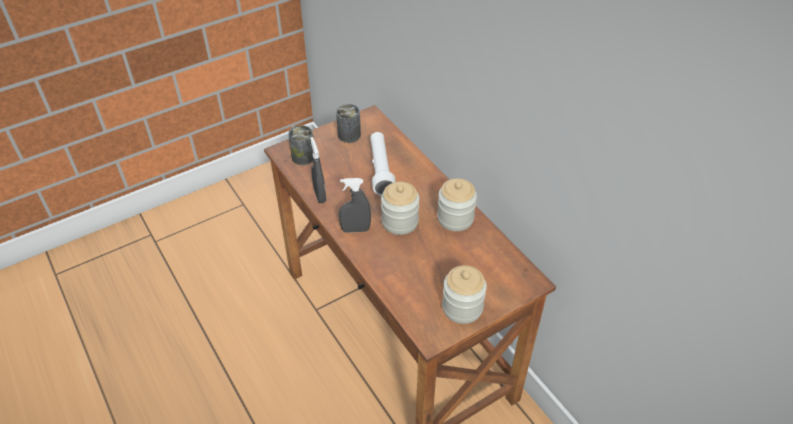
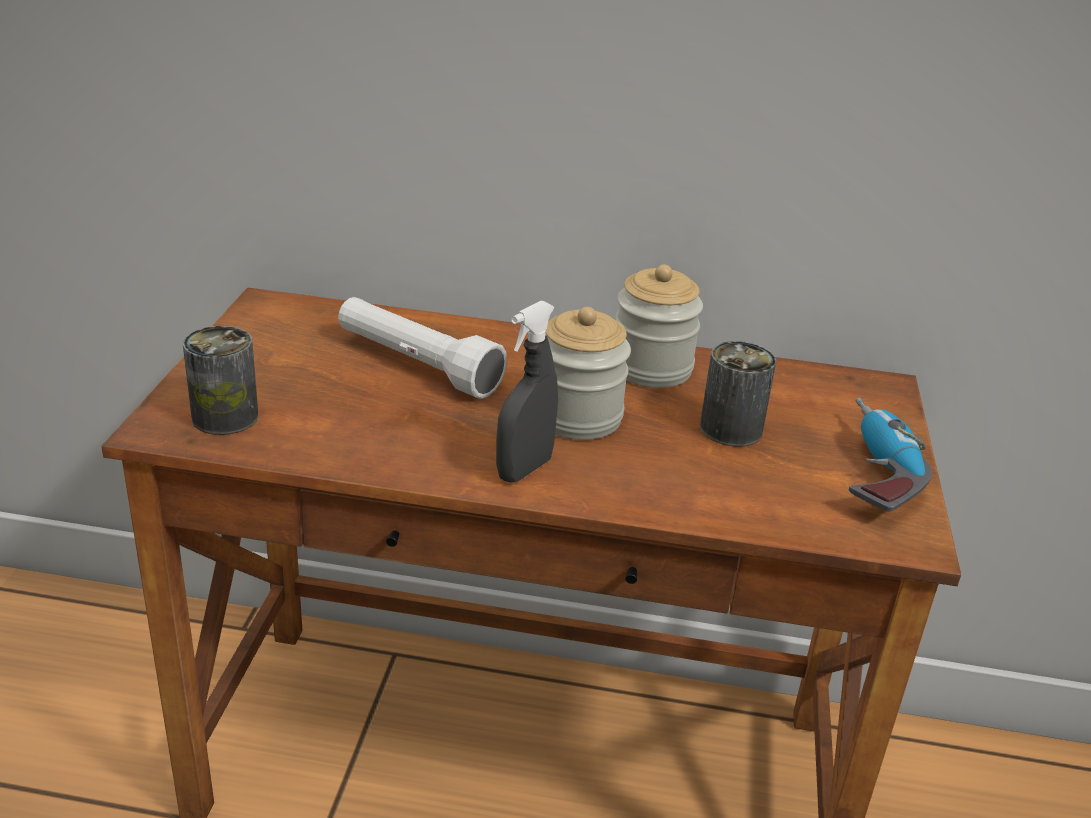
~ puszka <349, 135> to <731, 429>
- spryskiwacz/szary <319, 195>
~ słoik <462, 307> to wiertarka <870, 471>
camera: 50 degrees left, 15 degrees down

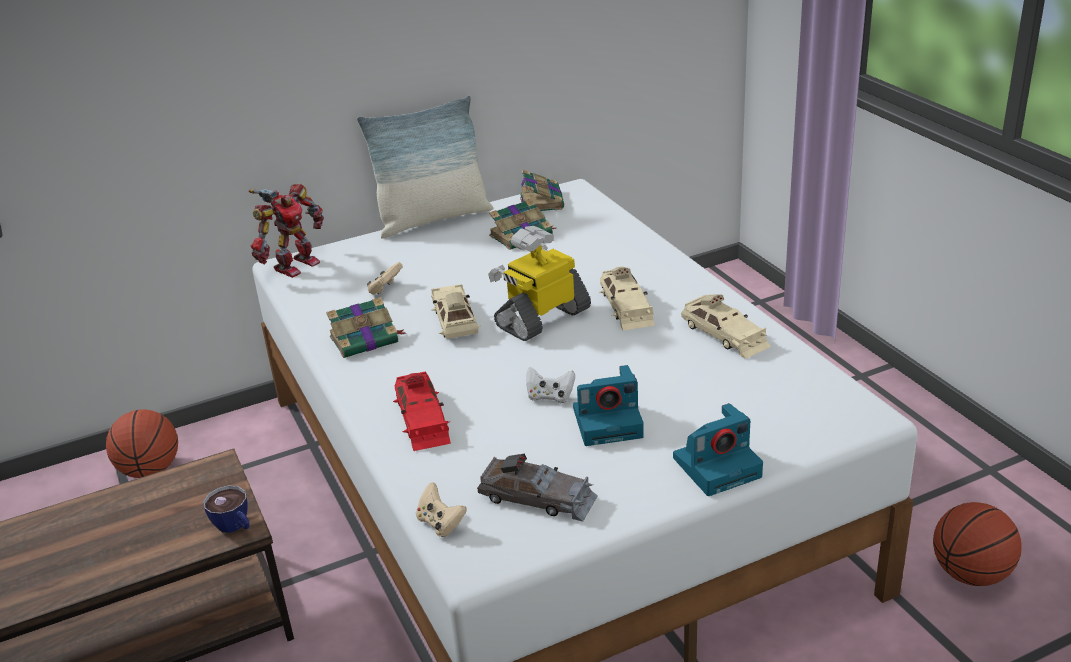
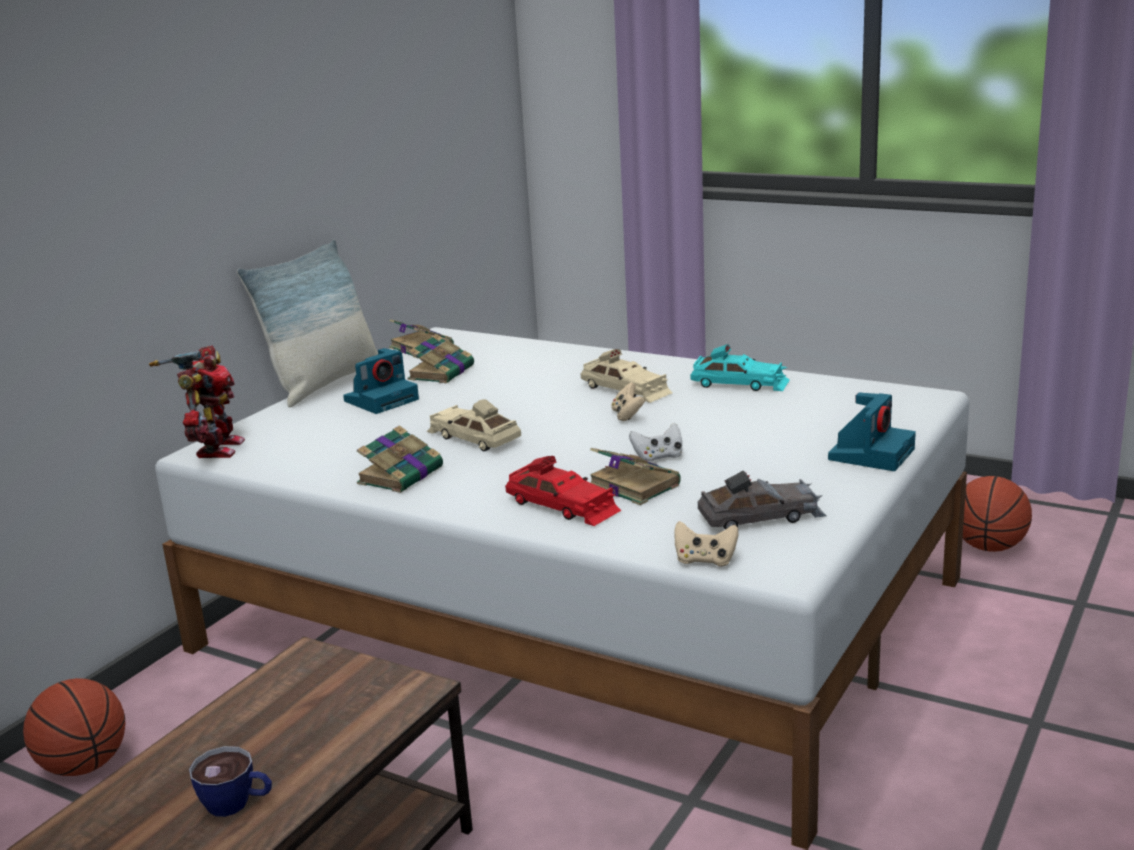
- robot zabawkowy <542, 318>
~ pad do gier/beżowy <385, 289> to <627, 415>
~ samochodzik/beżowy <724, 335> to samochodzik/turkusowy <739, 383>
~ aparat fotograficzny <609, 422> to <382, 399>
~ filiżanka <235, 527> to <237, 804>
+ książka <632, 485>
camera: 35 degrees left, 10 degrees down

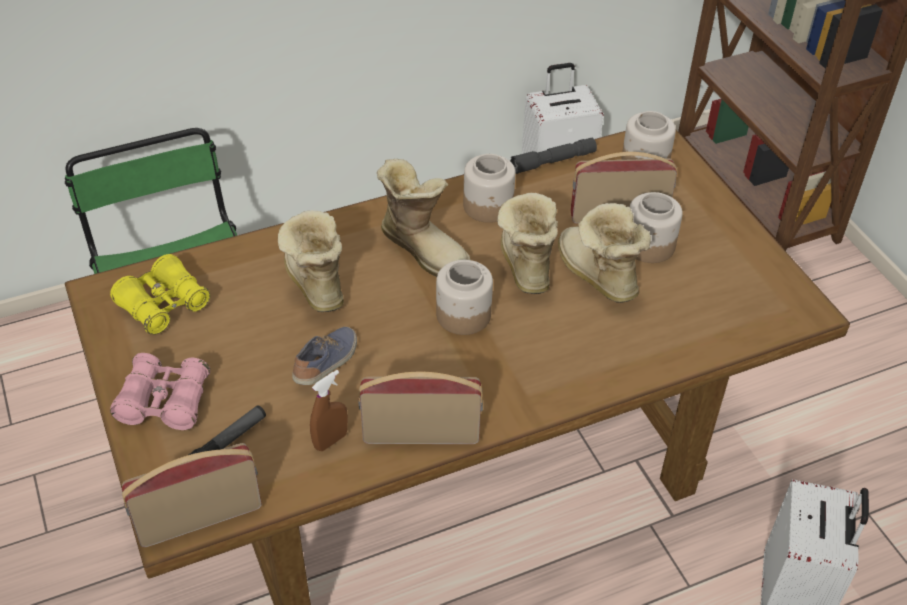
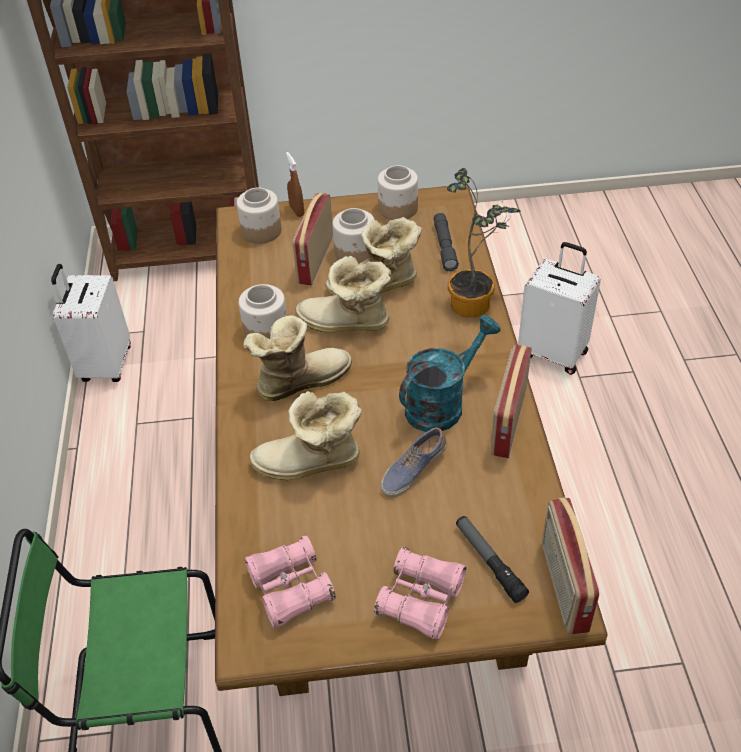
~ latarka/szary <553, 161> to <444, 247>
~ lornetka/żółty <163, 305> to lornetka/różowy <290, 588>
~ słoik <462, 315> to <398, 209>
~ but <327, 363> = <412, 470> 90 degrees counterclockwise
~ spryskiwacz/brązowy <330, 440> to <297, 211>
+ roślina doniczkowa <475, 302>
+ konewka/turkusowy <442, 403>
camera: 70 degrees left, 0 degrees up

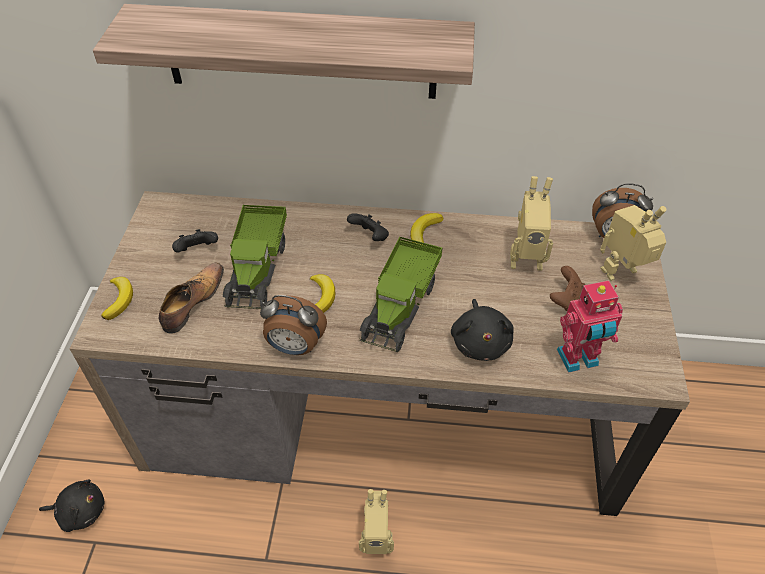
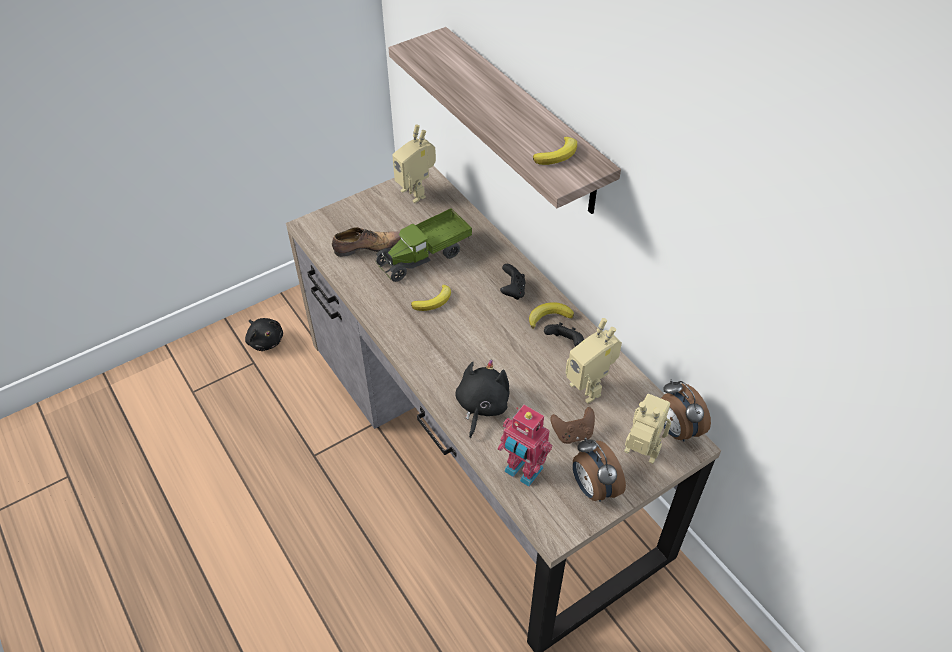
~ pad do gier/czarny <197, 251> to <564, 343>
- ciężarówka zabawkowa <401, 306>
~ banan <119, 299> to <558, 155>
~ budzik <295, 347> to <593, 488>
~ pluszak/czarny <480, 342> = <481, 406> 150 degrees clockwise
~ robot zabawkowy <376, 539> to <416, 192>
camera: 50 degrees right, 0 degrees up

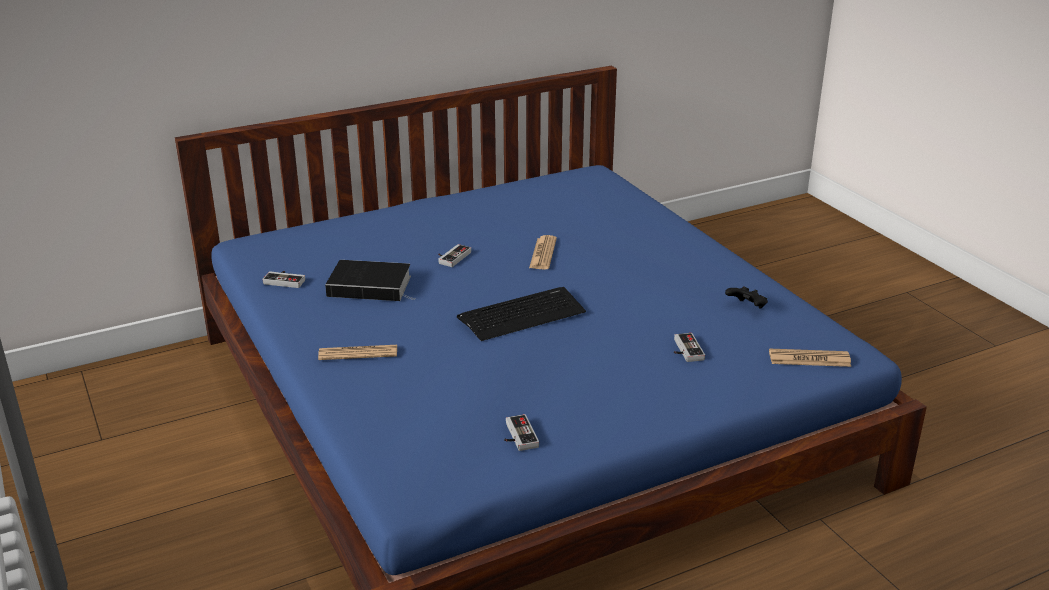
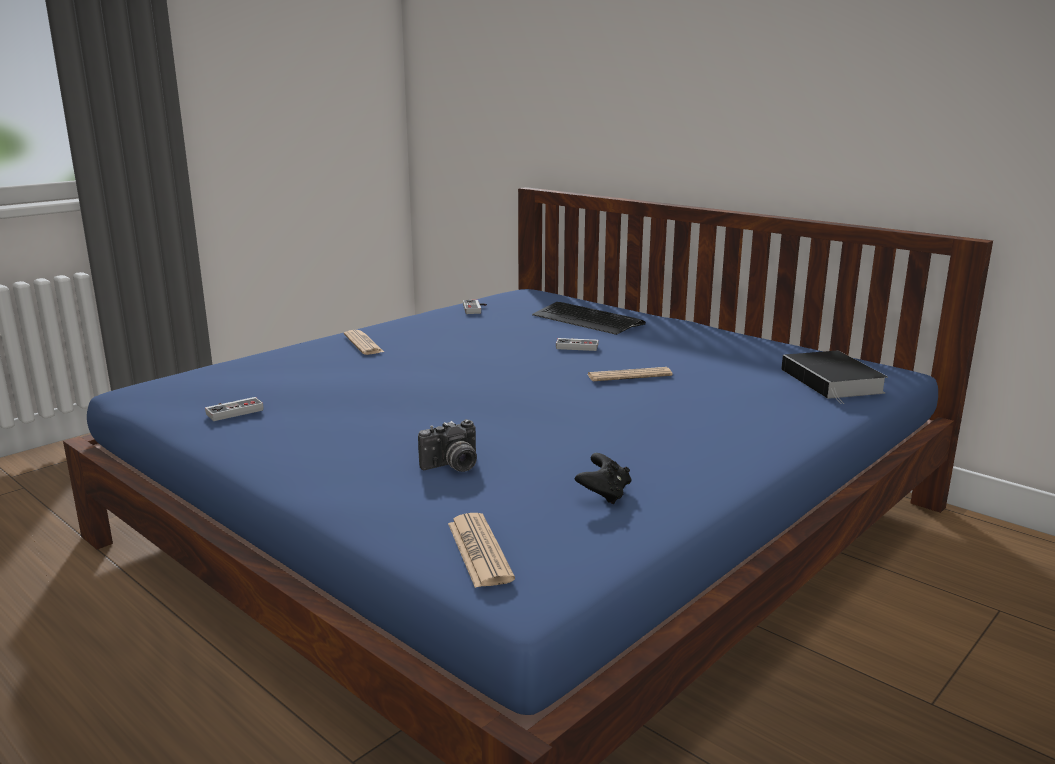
~ książka <372, 286> to <834, 382>
~ klawiatura <522, 315> to <587, 320>
~ pad do gier <684, 350> to aparat fotograficzny <453, 467>
camera: 70 degrees right, 10 degrees down

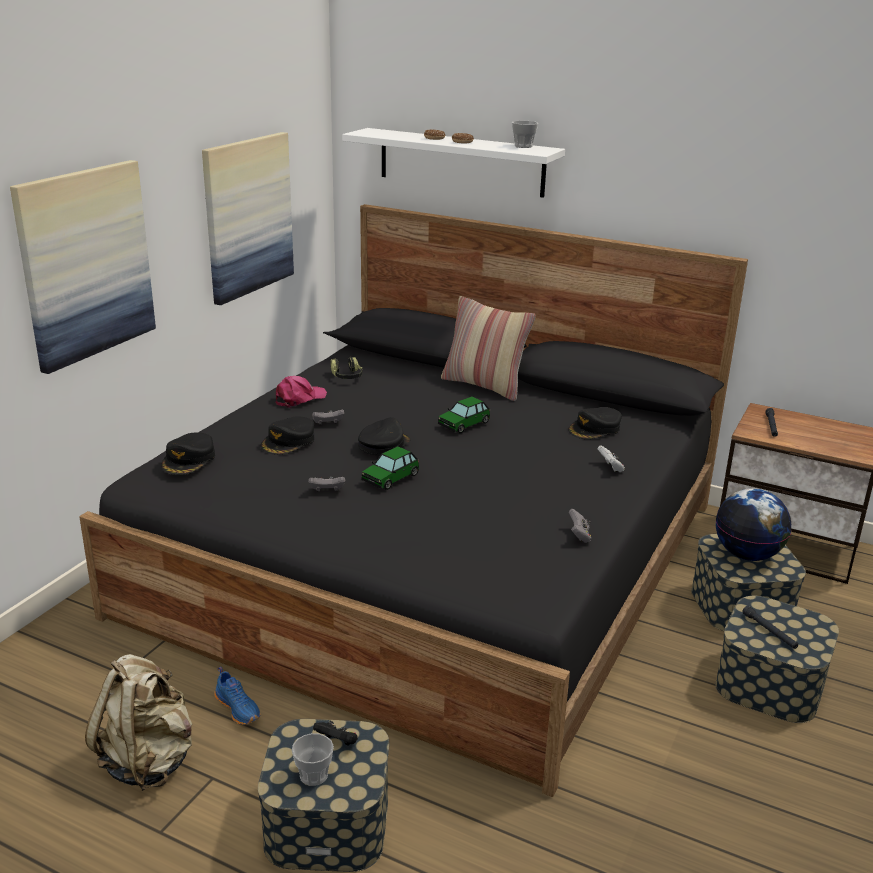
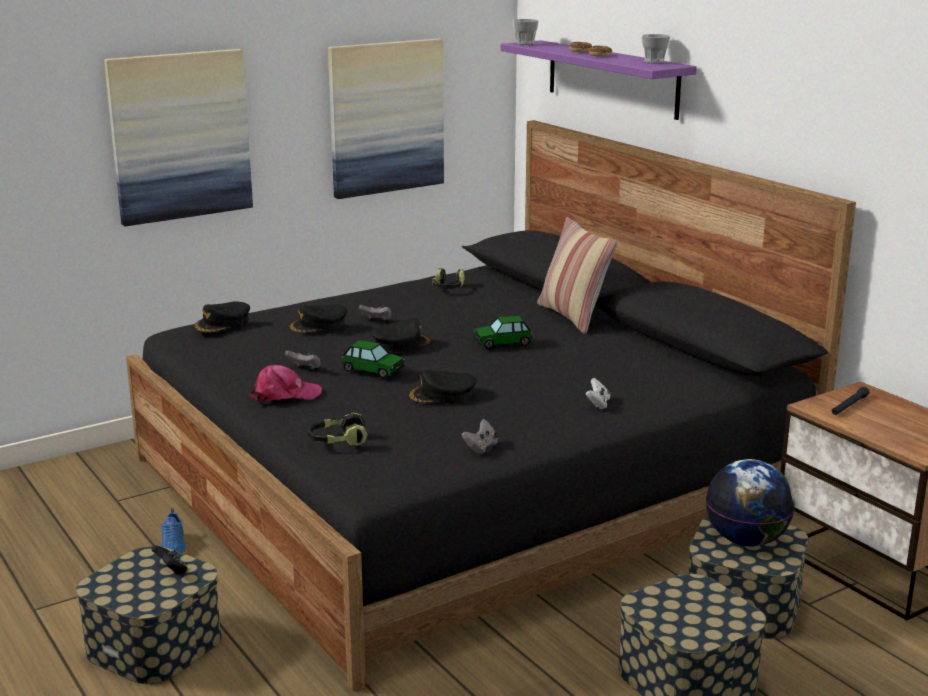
~ półka/biały <461, 162> to półka/fioletowy <612, 78>
~ czapka z daszkiem/różowy <299, 398> to <285, 395>
~ czapka z daszkiem/czarny <595, 429> to <441, 395>
~ samochodzik <390, 478> = <373, 369> 135 degrees counterclockwise
- latarka/czarny <769, 631>
- plecak/beżowy <148, 761>
~ filiżanka <313, 775> to <525, 43>
+ słuchawki <337, 441>
camera: 30 degrees right, 5 degrees down

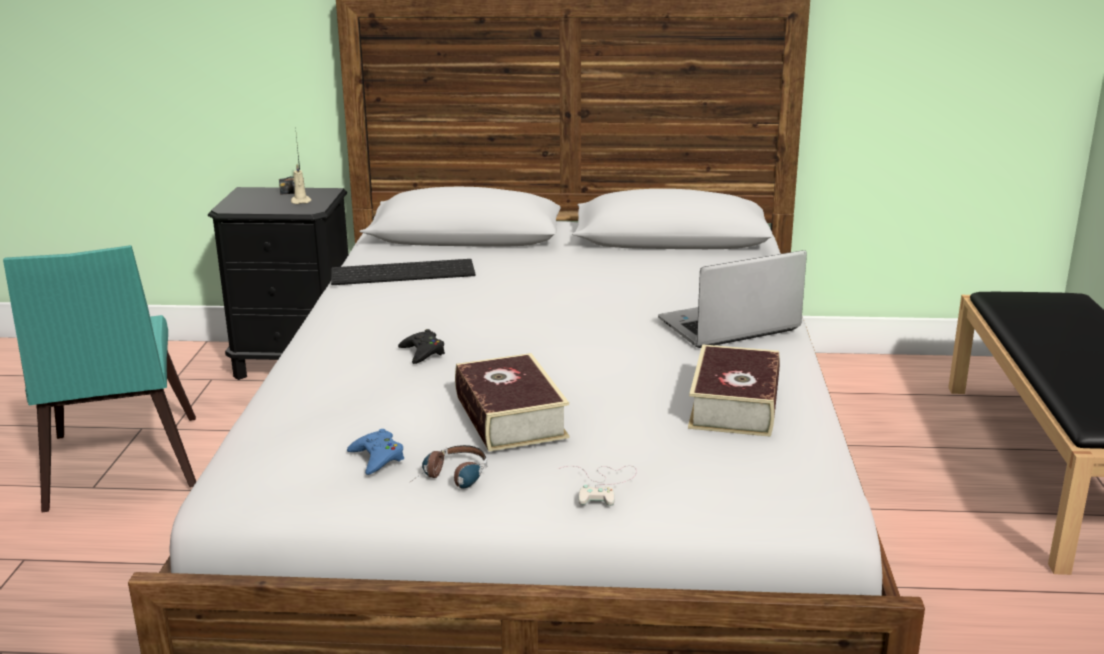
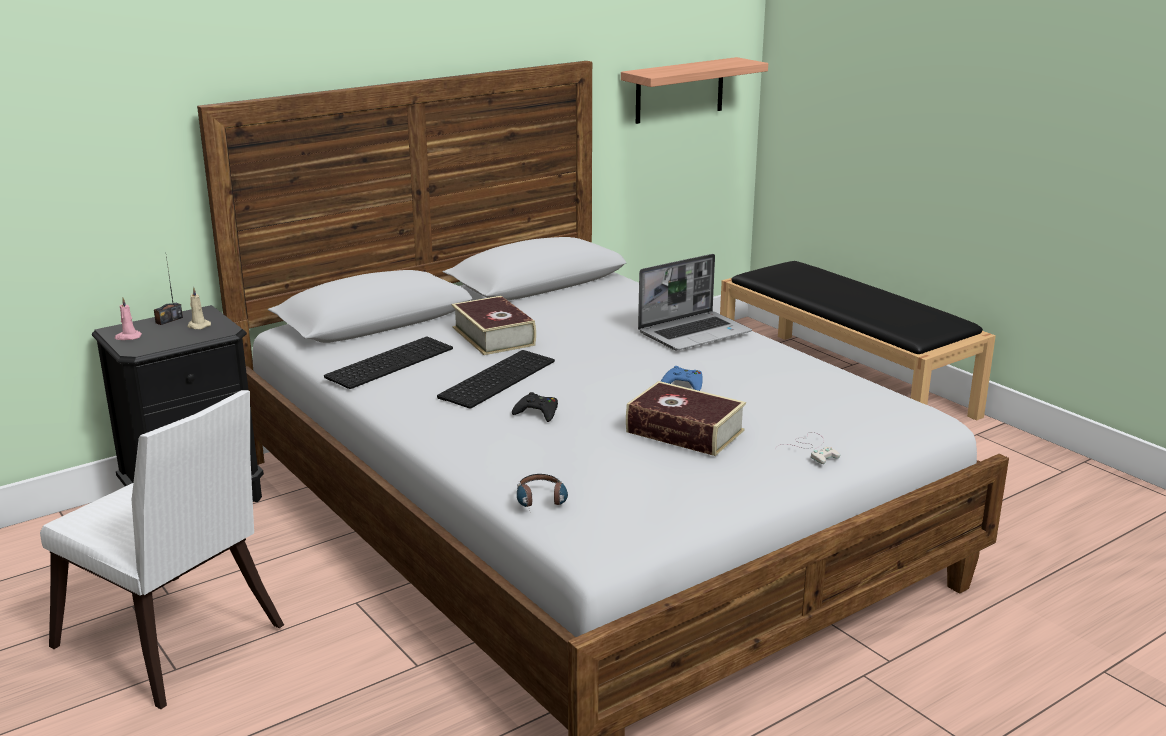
~ krzesło/turkusowy <120, 469> to krzesło/biały <175, 644>
~ laptop <727, 327> = <695, 333> 150 degrees counterclockwise
~ książka <734, 405> to <493, 336>
~ pad do gier/niebieski <377, 458> to <683, 384>
~ słuchawki <451, 479> to <542, 503>
+ półka <679, 90>
+ świeca/różowy <128, 337>
+ klawiatura <496, 378>
camera: 40 degrees left, 0 degrees up

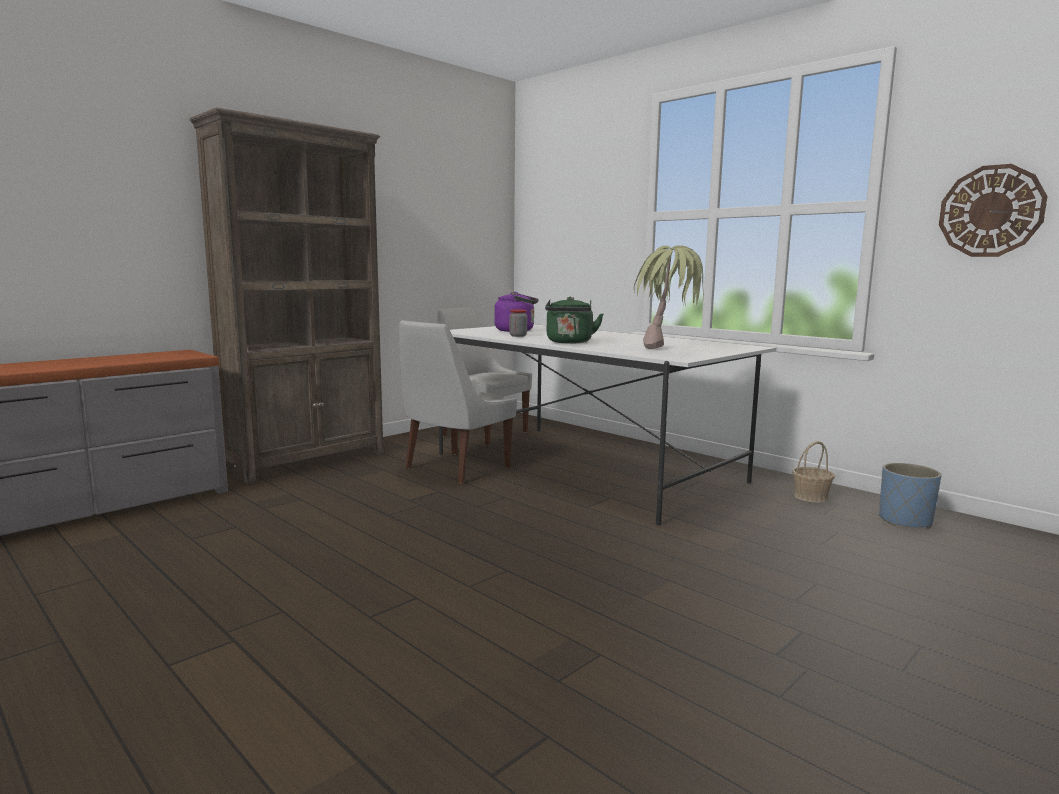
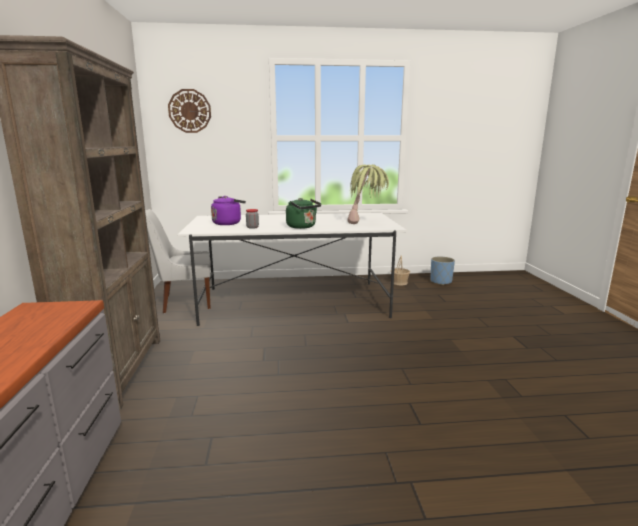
~ zegar ścienny <990, 211> to <189, 111>
- krzesło/biały <454, 469>
camera: 50 degrees left, 5 degrees up

